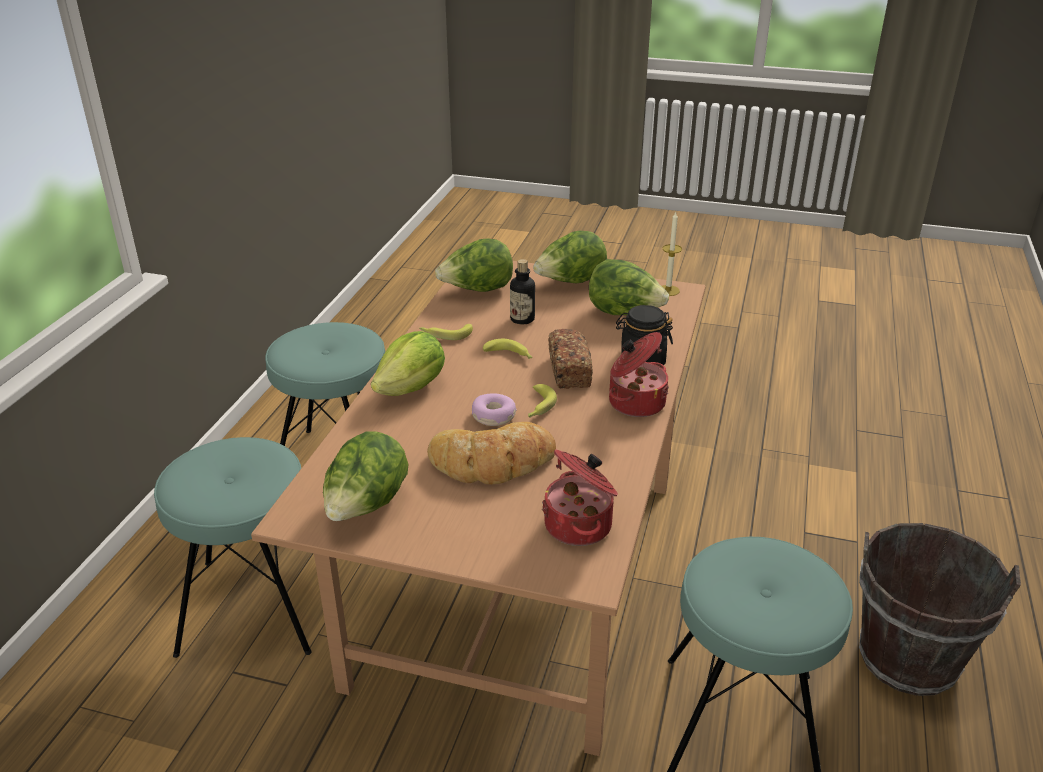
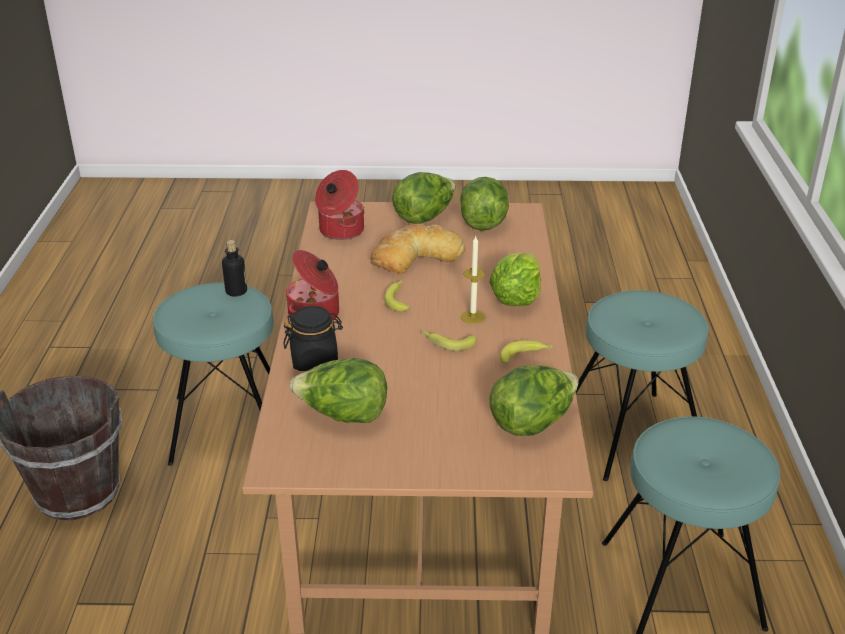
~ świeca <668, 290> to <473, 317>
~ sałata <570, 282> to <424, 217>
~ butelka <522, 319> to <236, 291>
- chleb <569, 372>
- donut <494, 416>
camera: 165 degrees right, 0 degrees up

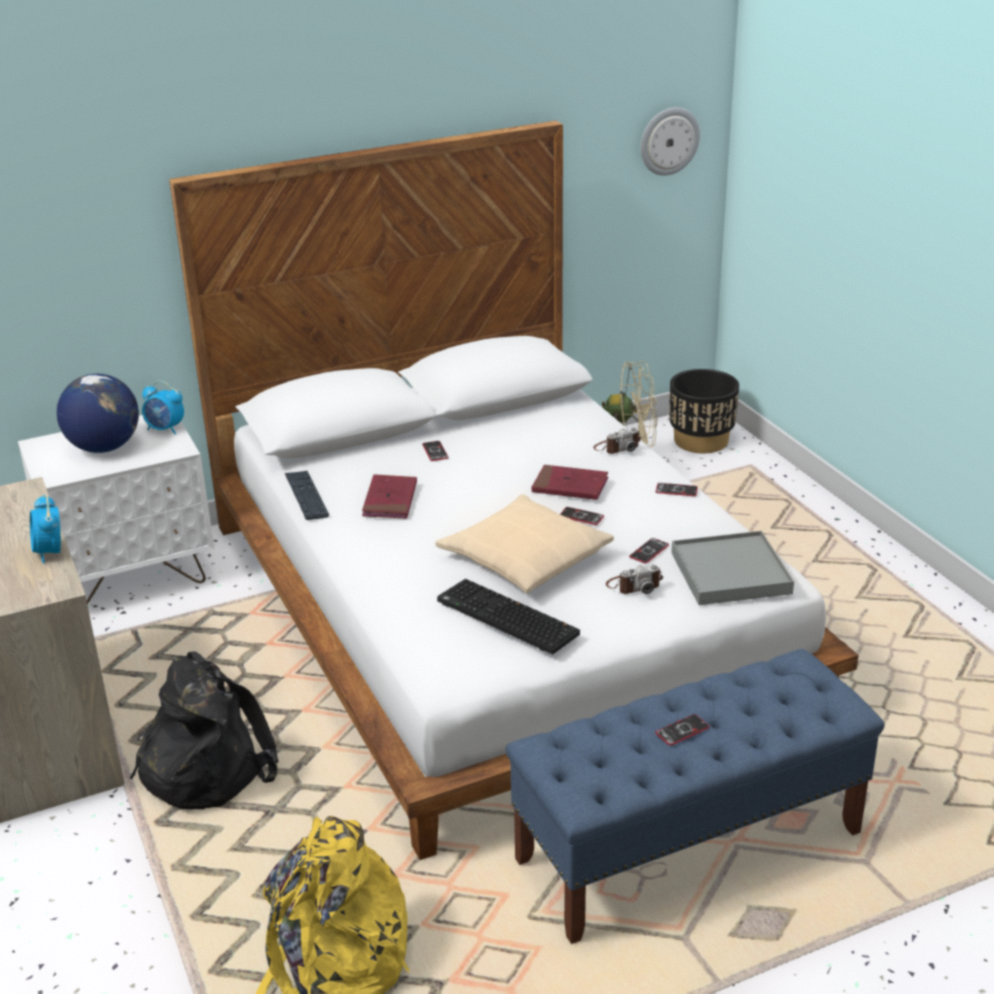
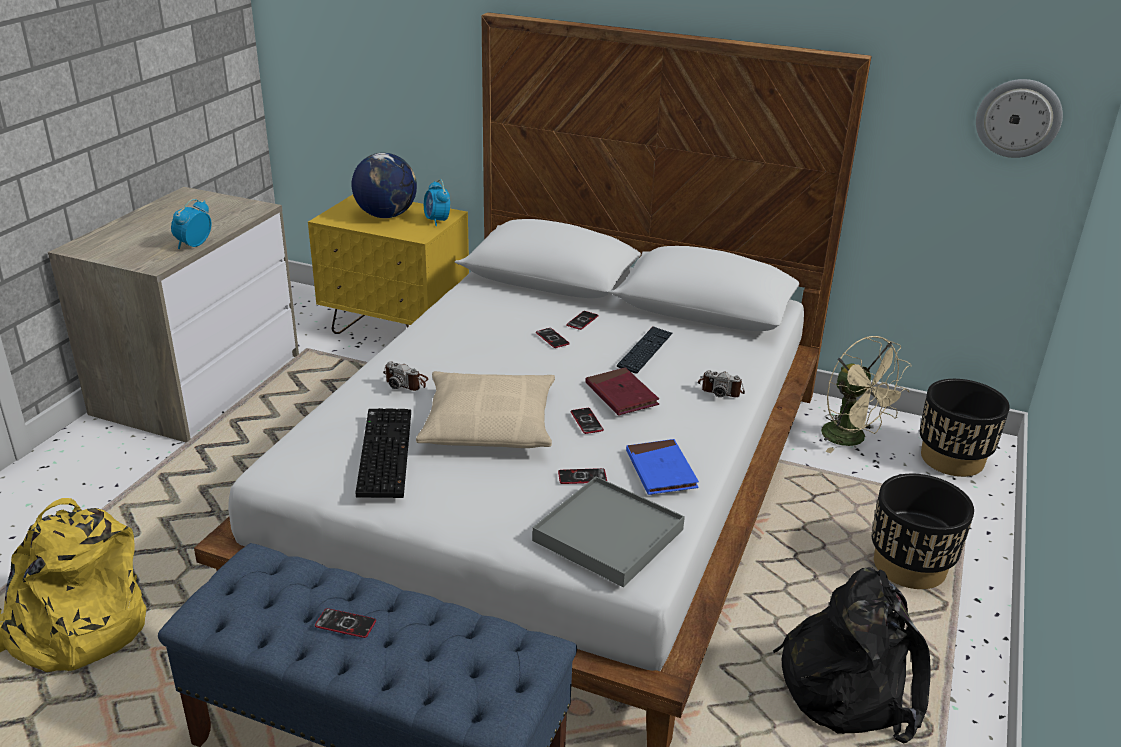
~ szafka nocna/biały <133, 577> to szafka nocna/żółty <396, 329>
~ klawiatura <306, 496> to <645, 351>
- książka/czerwony <390, 500>
~ telefon <676, 490> to <552, 338>
~ aparat fotograficzny <634, 585> to <406, 382>
~ plecak/czarny <205, 766> to <850, 684>
+ książka/niebieski <661, 470>
+ donica/czarny <909, 566>
camera: 45 degrees right, 0 degrees up

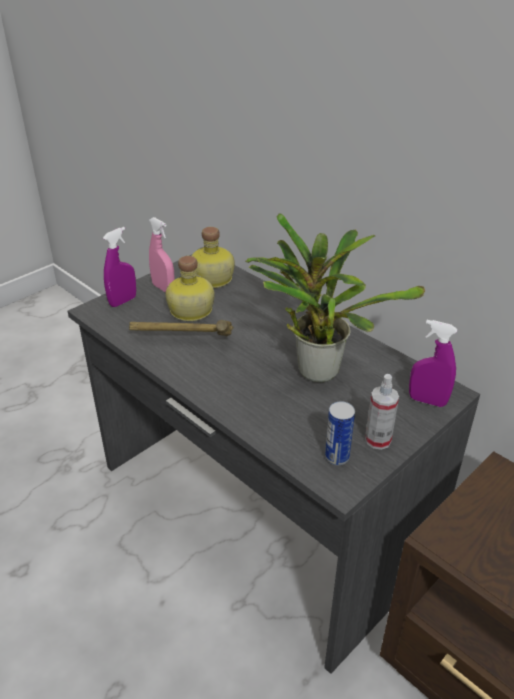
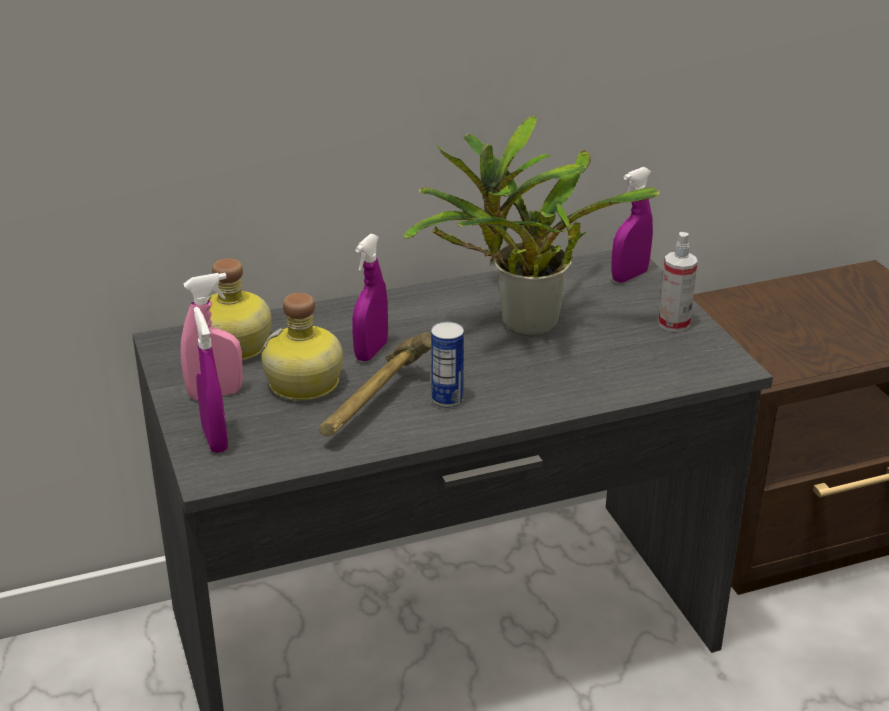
~ puszka <337, 457> to <447, 400>
+ spryskiwacz/fioletowy <371, 351>
camera: 65 degrees left, 5 degrees down

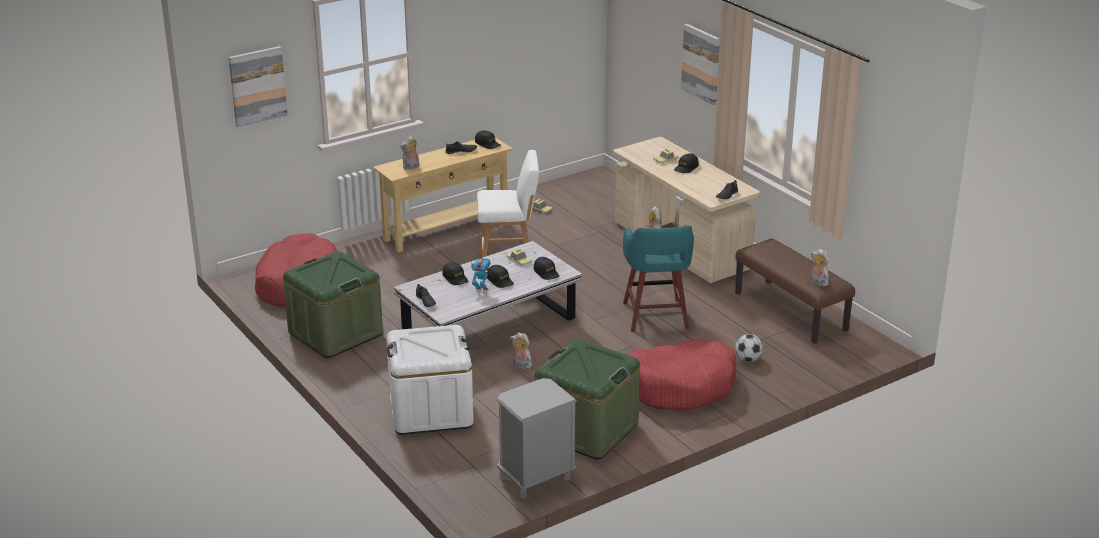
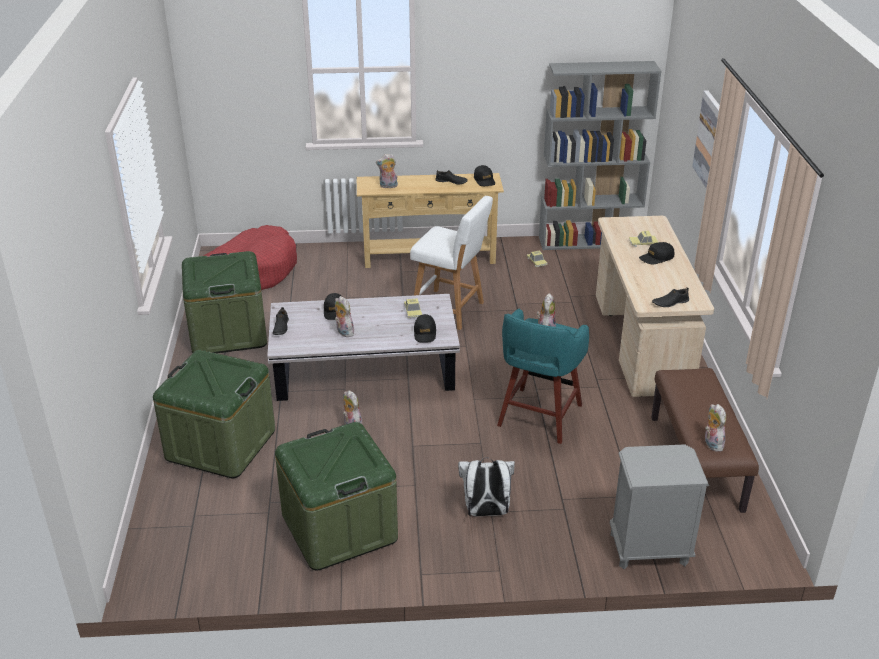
- obraz <257, 86>
~ robot zabawkowy <481, 290> to pluszak <343, 332>
- czapka z daszkiem/czarny <500, 280>
~ pojemnik do przechowywania/biały <431, 410> to pojemnik do przechowywania/zielony <221, 445>
- piłka futbolowa <748, 359>
~ legowisko/czerwony <680, 386> to plecak/biały <486, 512>
~ szafka nocna/szary <535, 478> to <648, 549>
+ regał/szary <589, 241>
camera: 30 degrees right, 5 degrees up

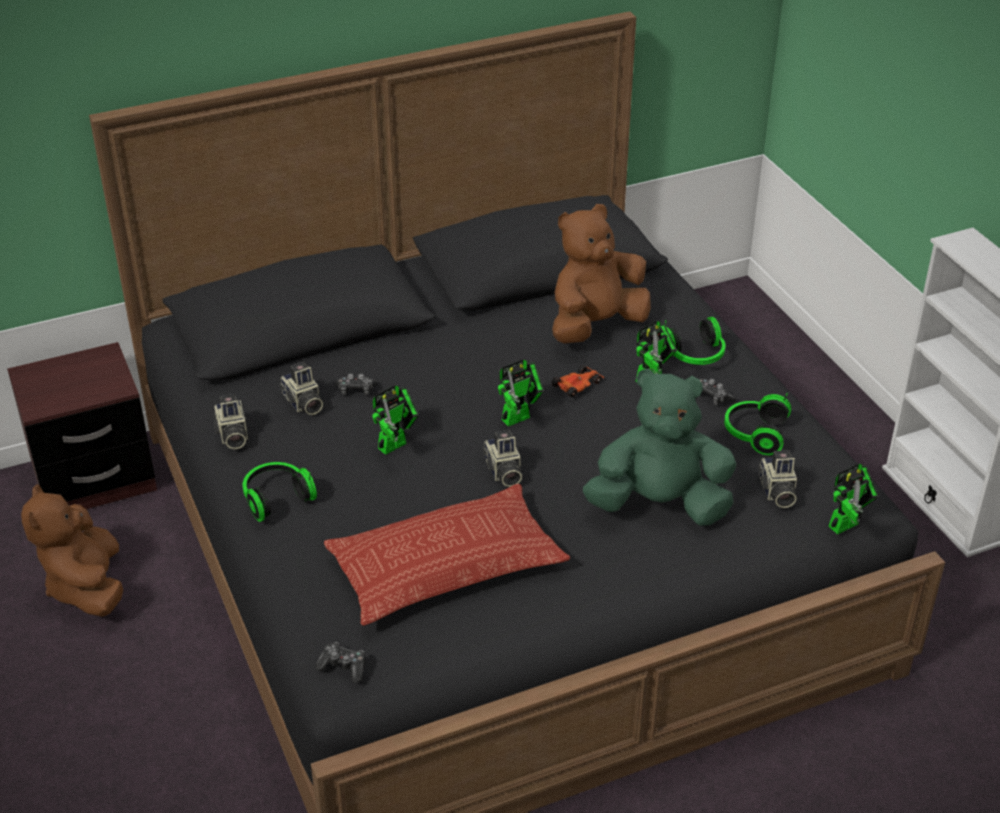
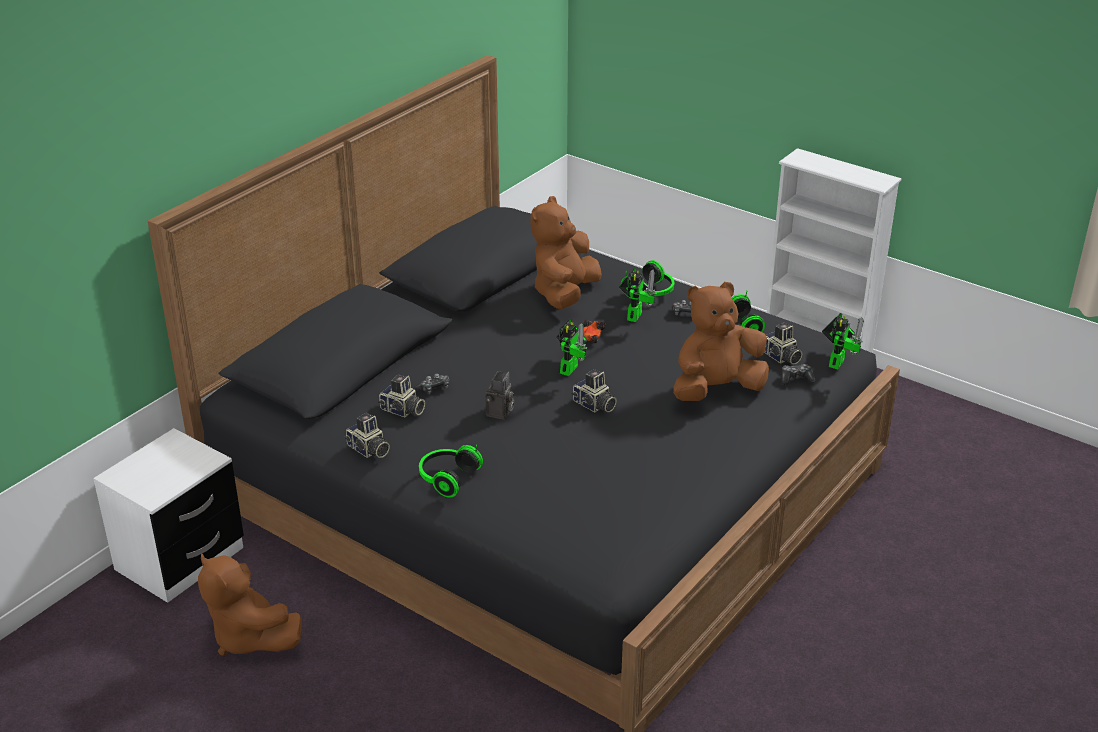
~ szafka nocna/brązowy <94, 479> to szafka nocna/biały <180, 559>
~ pluszak/zielony <659, 505> to pluszak/brązowy <716, 389>
~ robot zabawkowy <396, 443> to aparat fotograficzny <500, 413>
- poduszka <446, 564>
~ pad do gier <343, 667> to <796, 379>
camera: 30 degrees left, 5 degrees down

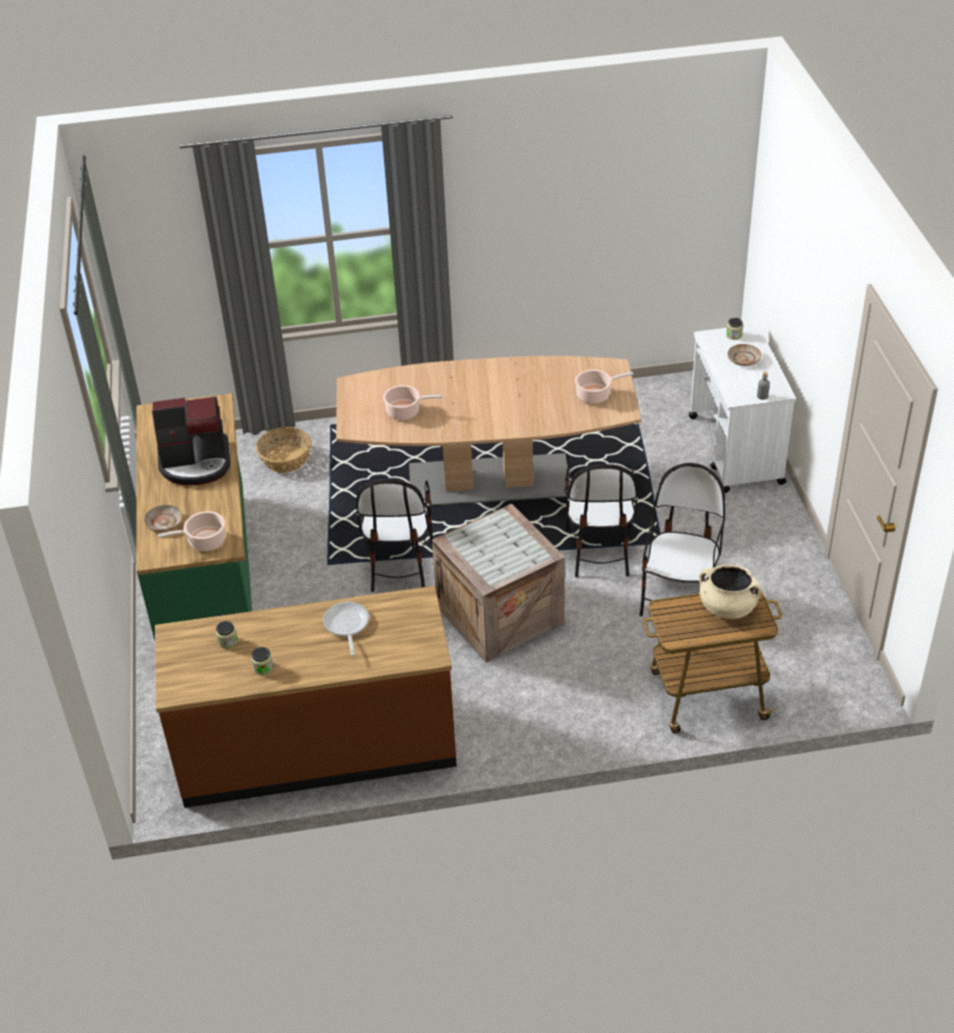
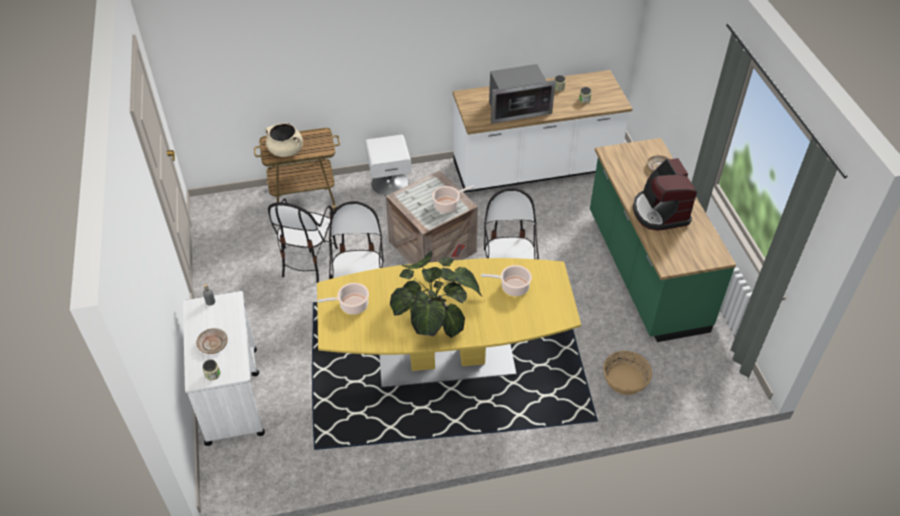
~ stół jadalny/brązowy <488, 481> to stół jadalny/żółty <447, 359>
~ ekspres do kawy <196, 463> = <659, 212> 90 degrees counterclockwise
~ garnek <204, 541> to <447, 205>
~ zabudowa kuchenna/brązowy <317, 746> to zabudowa kuchenna/biały <535, 169>
~ patelnia <346, 626> to mikrofalówka <517, 108>
+ szafka nocna/biały <389, 182>
+ roślina doniczkowa <435, 314>
camera: 175 degrees right, 5 degrees up

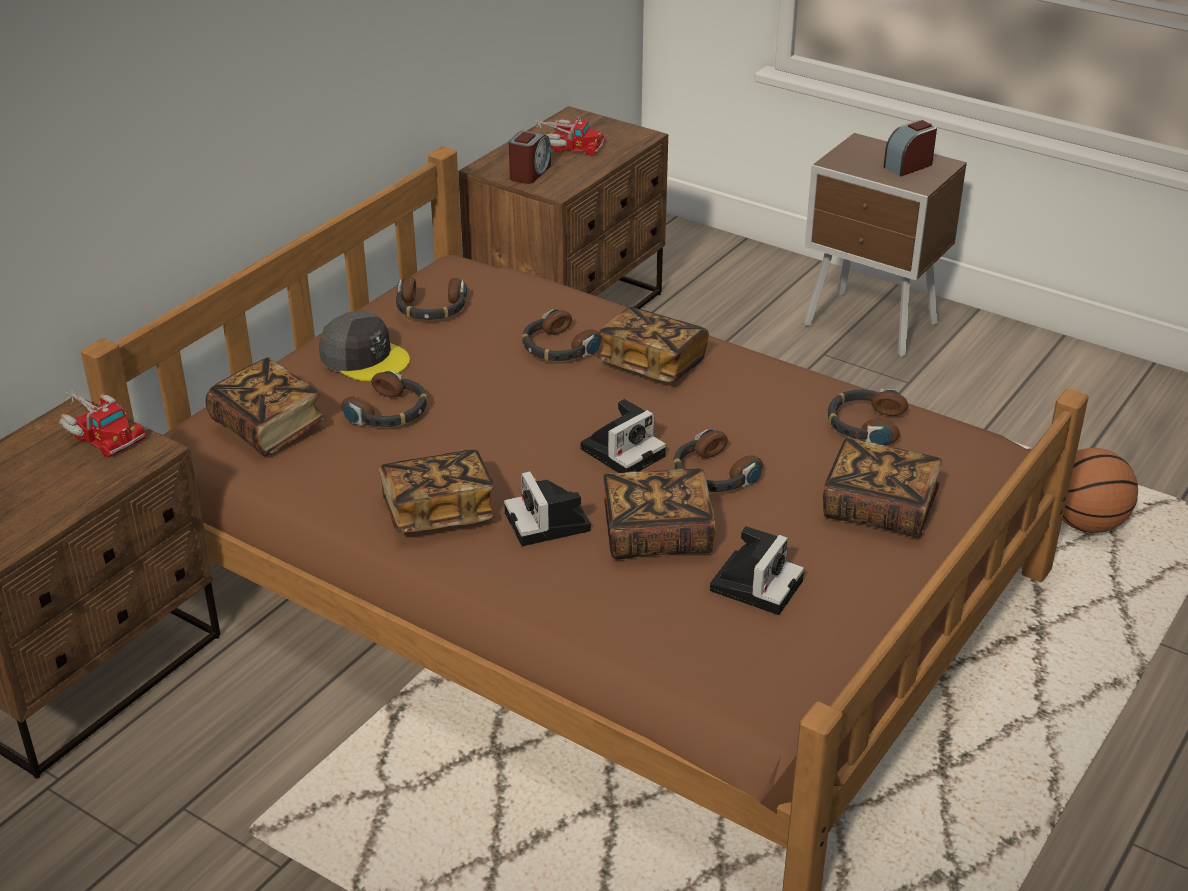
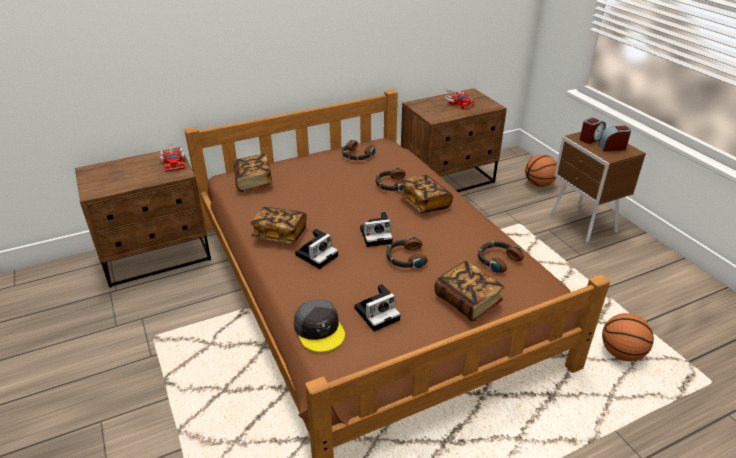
~ budzik <530, 173> to <591, 138>
~ czapka z daszkiem/szary <364, 357> to <319, 330>
- słuchawki <389, 412>
- książka <657, 535>
~ aparat fotograficzny <549, 523> = <317, 254> 150 degrees counterclockwise
+ piłka do koszykówki <539, 184>
camera: 30 degrees right, 0 degrees up

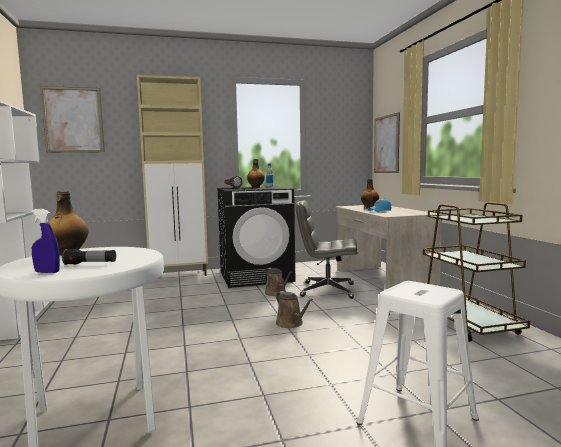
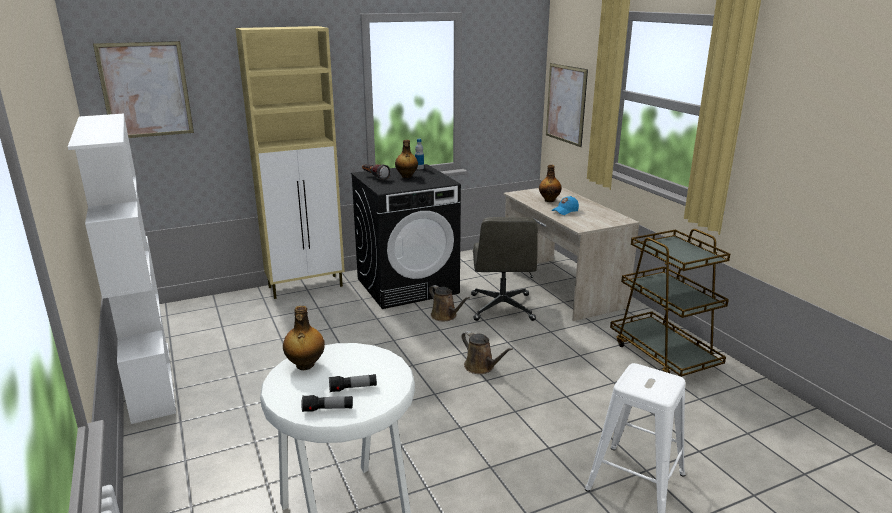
~ krzesło biurowe/szary <327, 290> = <502, 308> 90 degrees counterclockwise
~ spryskiwacz/niebieski <47, 272> to latarka <328, 409>
camera: 10 degrees left, 15 degrees up

